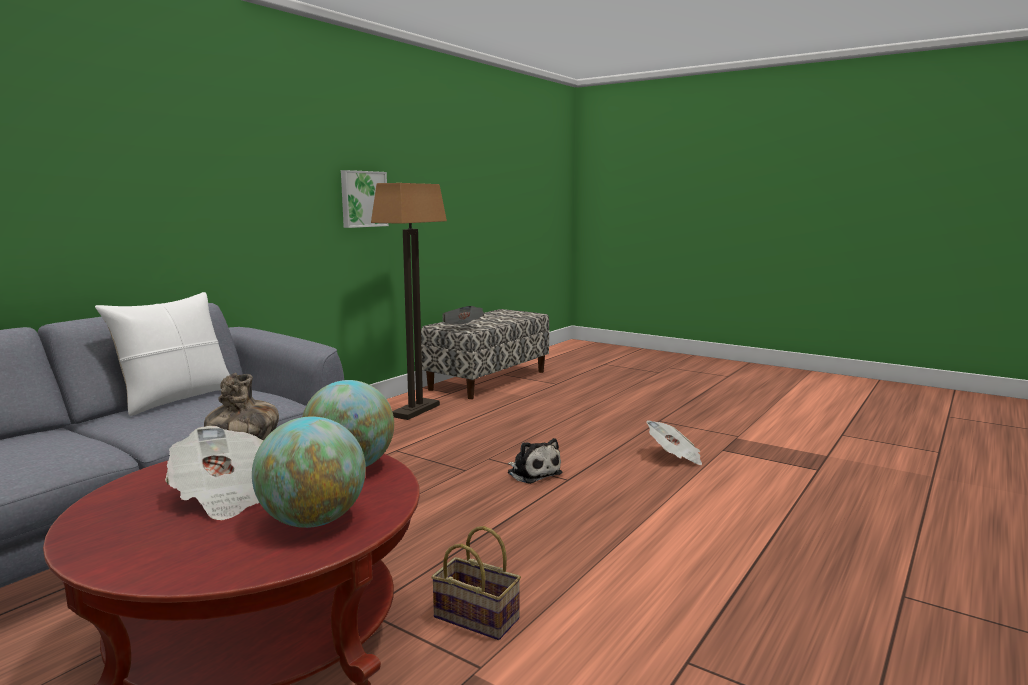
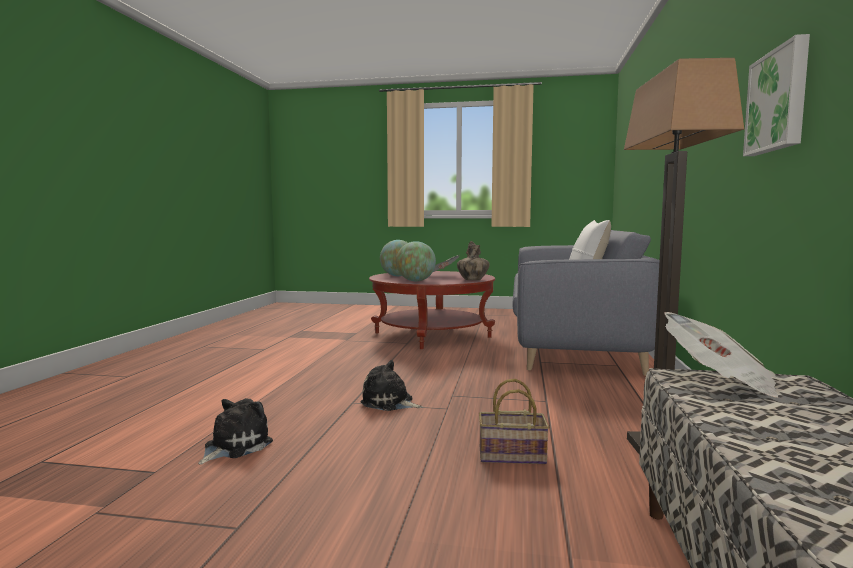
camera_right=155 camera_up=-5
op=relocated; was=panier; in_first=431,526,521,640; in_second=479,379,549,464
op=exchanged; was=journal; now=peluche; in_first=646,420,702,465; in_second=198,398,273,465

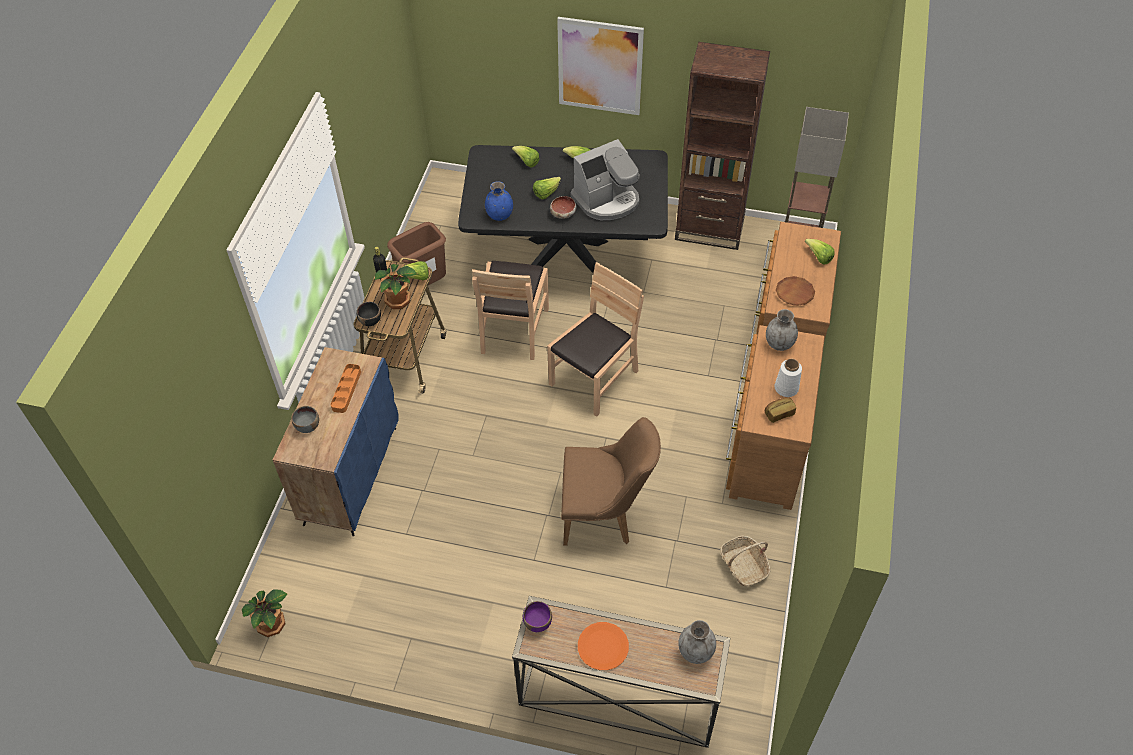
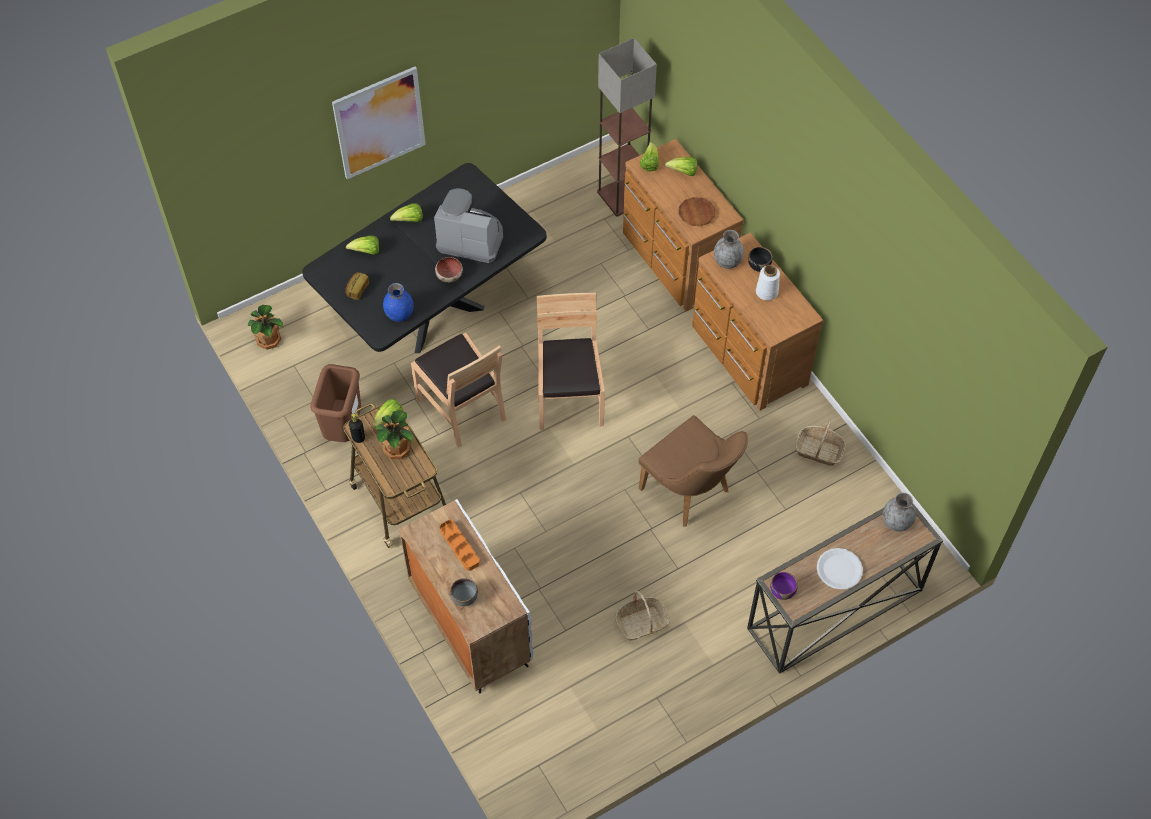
camera_right=-45 camera_up=5
op=missing; was=bibliothèque [marron]; in_first=675,42,770,250
op=appeared; now=panier; in_second=615,591,670,640
op=relocated; was=plante en pot; in_first=242,589,287,637; in_second=248,305,284,350
op=relocated; was=bol [noir]; in_first=356,302,381,326; in_second=748,247,773,272
op=relocated; was=laitue; in_first=533,177,561,200; in_second=640,142,659,171
op=relocated; was=pain; in_first=765,397,796,423; in_second=345,272,369,300
op=colour; was=meuble de rangement [bleu]; now=meuble de rangement [blanc]; in_first=273,347,399,536; in_second=399,499,533,693
op=colour; was=assiette [orange]; now=assiette [blanc]; in_first=578,622,629,670; in_second=817,548,863,590
op=spun; was=chaise [marron]; in_first=561,417,661,546; in_second=639,415,748,527; clockwise=90
op=spun; was=machine à café; in_first=571,139,640,220; in_second=434,188,503,263; clockwise=-90

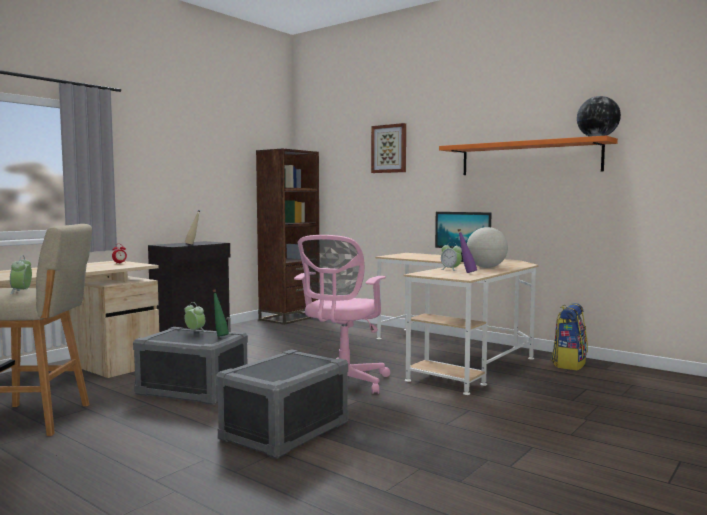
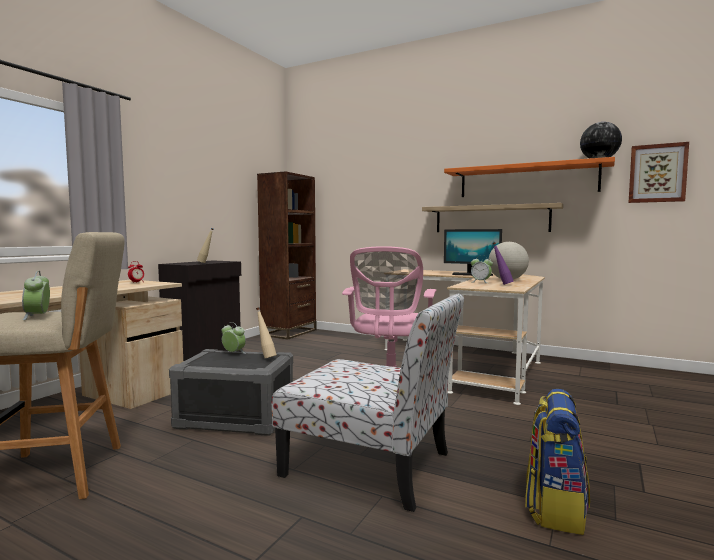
camera_right=-10 camera_up=0
op=appeared; now=étagère; in_second=422,203,563,232
op=relocated; was=tableau; in_first=371,123,406,173; in_second=629,142,689,203
op=relocated; was=sac à dos; in_first=551,303,588,371; in_second=525,389,590,535
op=exchanged; was=boîte de rangement [gris]; now=chaise; in_first=216,349,348,459; in_second=272,294,464,512
op=colour; was=bouteille [vert]; now=bouteille [beige]; in_first=213,289,229,337; in_second=256,307,277,359

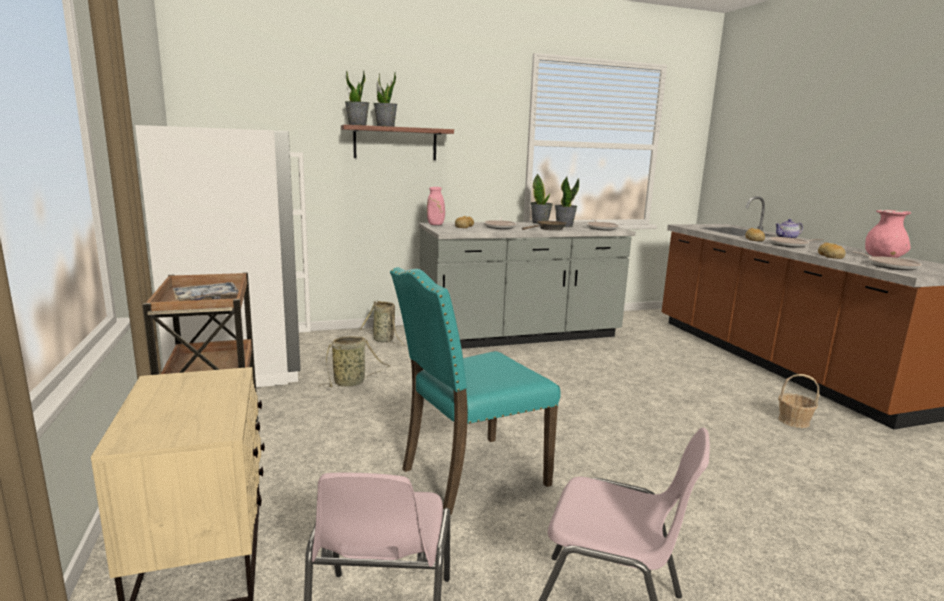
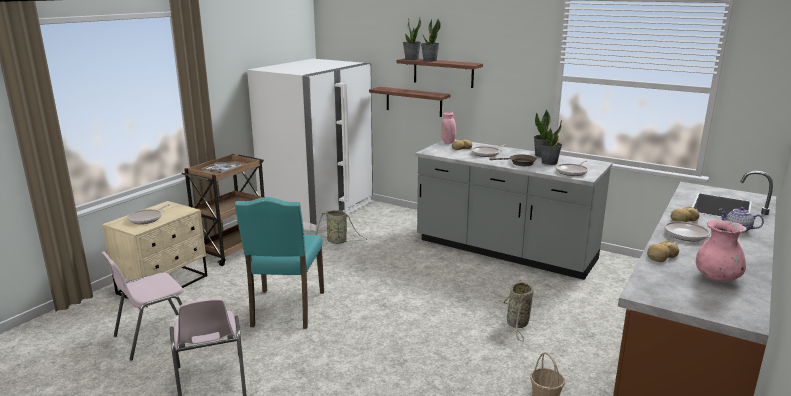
camera_right=50 camera_up=5
op=appeared; now=étagère; in_second=369,87,450,117
op=relocated; was=panier; in_first=360,301,406,346; in_second=503,280,533,342
op=relocated; was=poêle; in_first=852,251,922,270; in_second=127,204,171,224
op=spun; was=chaise [turquoise]; in_first=390,267,561,515; in_second=235,197,324,329; clockwise=-105

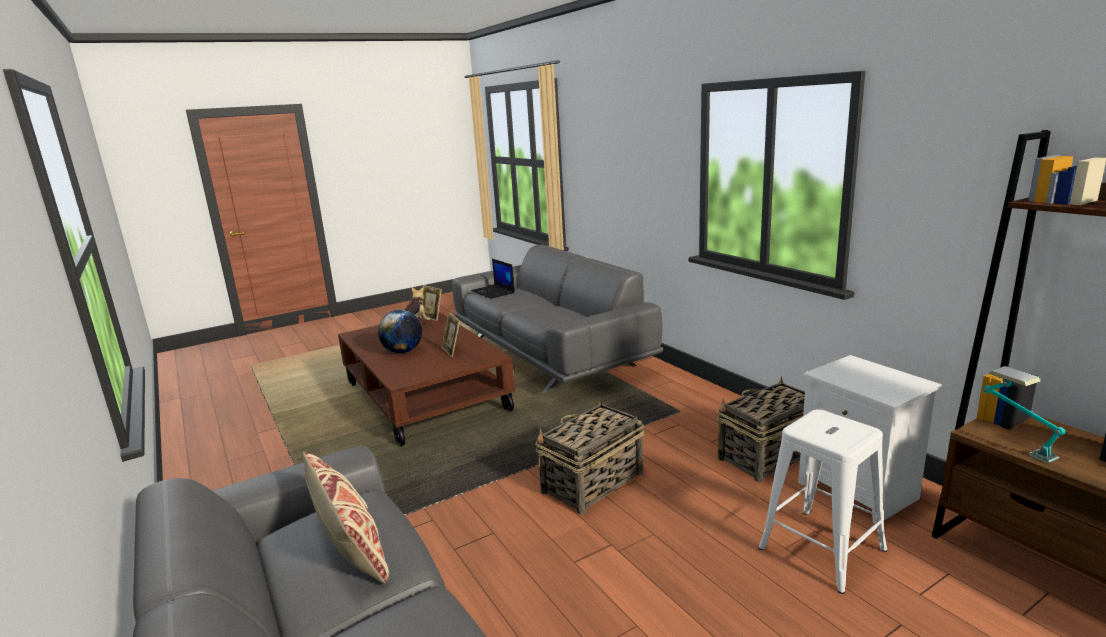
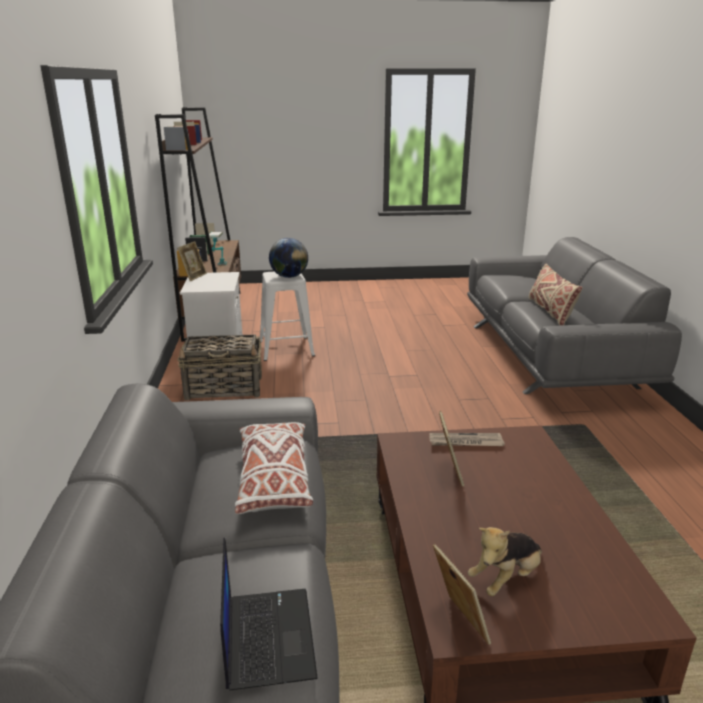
camera_right=-155 camera_up=5
op=missing; was=panier; in_first=535,398,644,515
op=appeared; now=cadre photo; in_second=177,241,207,281
op=appeared; now=coussin [blanc]; in_second=235,422,313,514
op=appeared; now=journal; in_second=429,433,505,446
op=relocated; was=globe; in_first=378,310,422,353; in_second=269,238,308,278

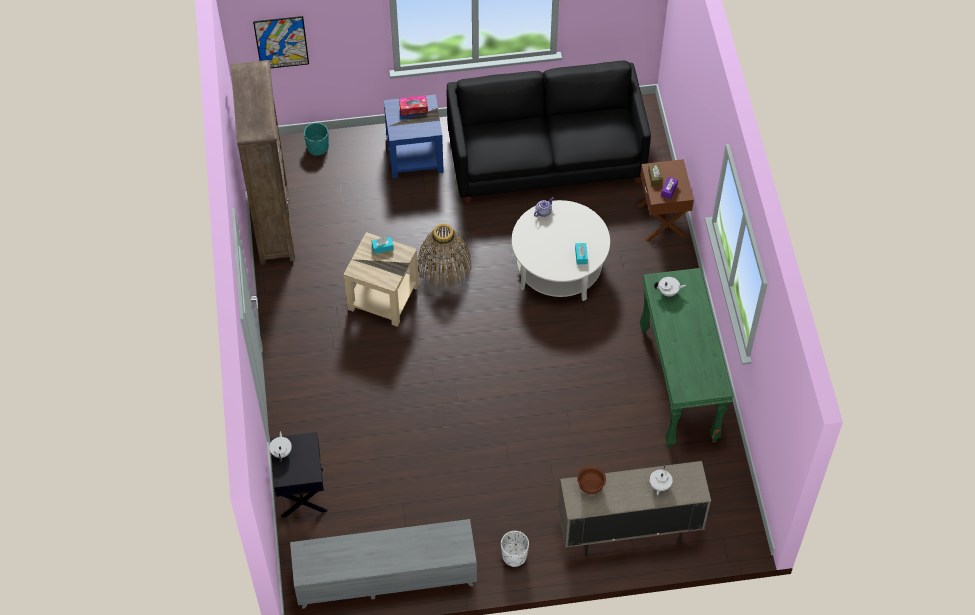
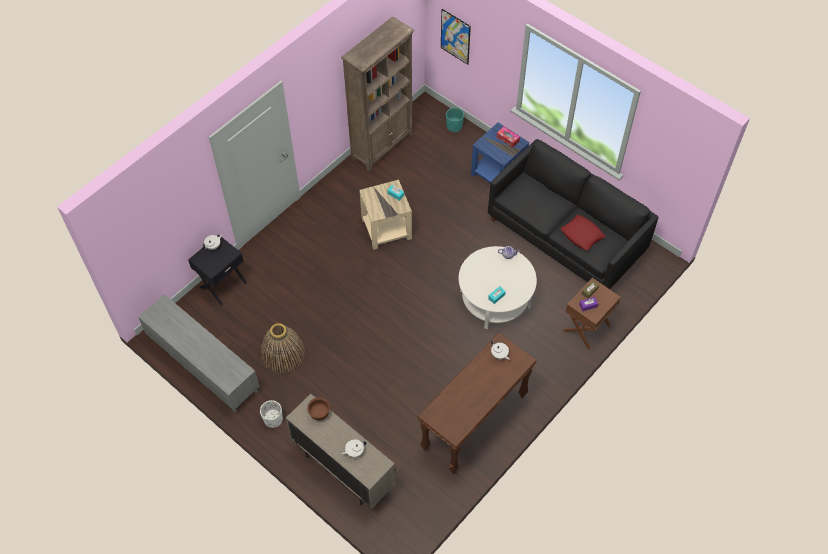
camera_right=50 camera_up=0
op=appeared; now=coussin [rouge]; in_second=561,215,605,251
op=relocated; was=panier; in_first=417,224,472,288; in_second=261,323,305,373
op=colour; was=table console [vert]; now=table console [marron]; in_first=640,268,733,448; in_second=418,332,537,474

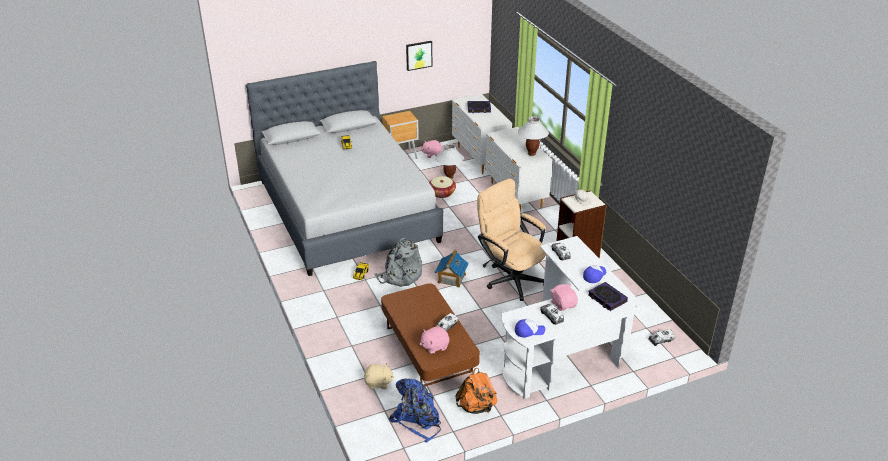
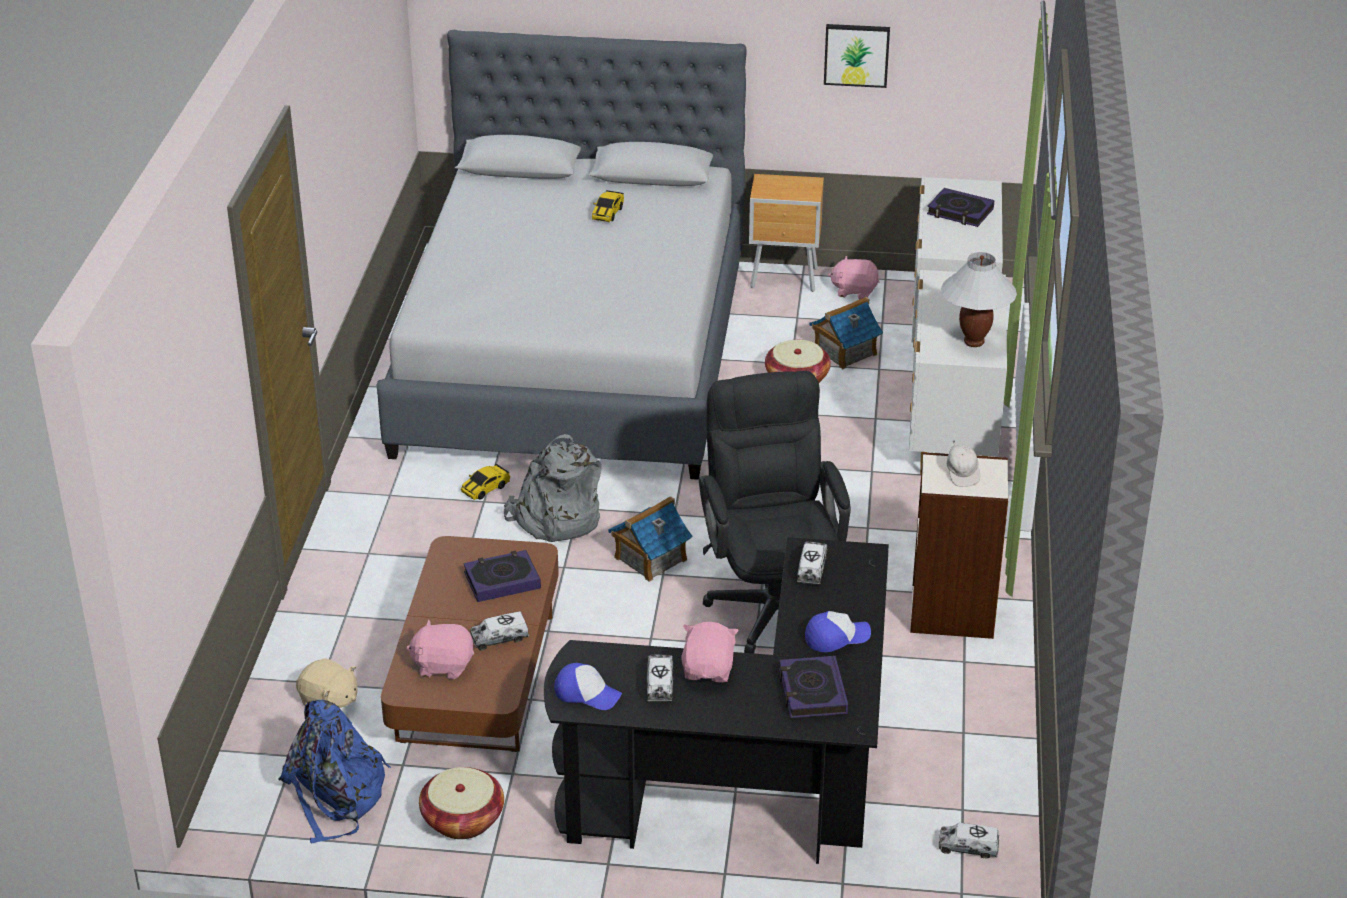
camera_right=30 camera_up=0
op=appeared; now=livre; in_second=463,550,541,602
op=exchanged; was=lampe de table [blanc]; now=maison miniature; in_first=436,143,464,179; in_second=809,297,883,369
op=exchanged; was=sac à dos [orange]; now=panier; in_first=456,368,498,414; in_second=419,767,504,839
op=colour; was=chaise de bureau [beige]; now=chaise de bureau [noir]; in_first=477,178,546,301; in_second=699,371,851,653
op=colour; was=bureau [blanc]; now=bureau [noir]; in_first=501,236,648,399; in_second=544,537,889,864

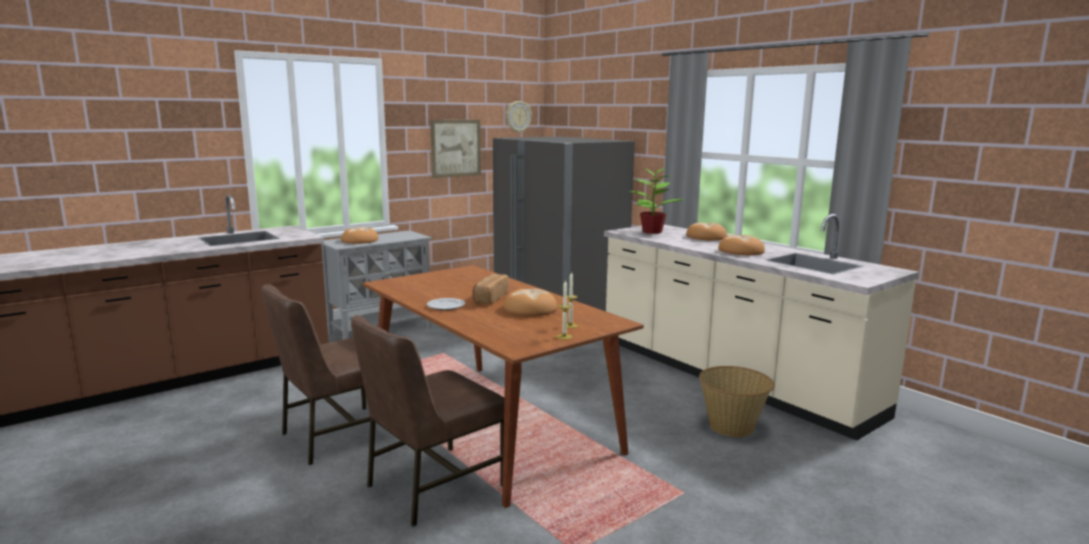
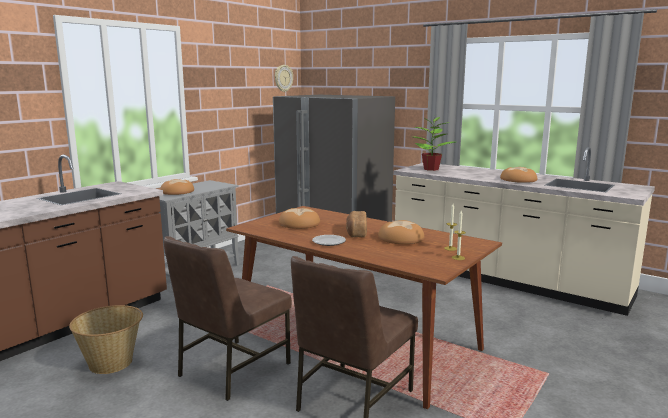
camera_right=-15 camera_up=0
op=missing; was=tableau; in_first=430,120,481,178
op=relocated; was=pain; in_first=686,222,727,240; in_second=279,208,320,229
op=relocated; was=panier; in_first=699,366,775,437; in_second=69,305,143,374

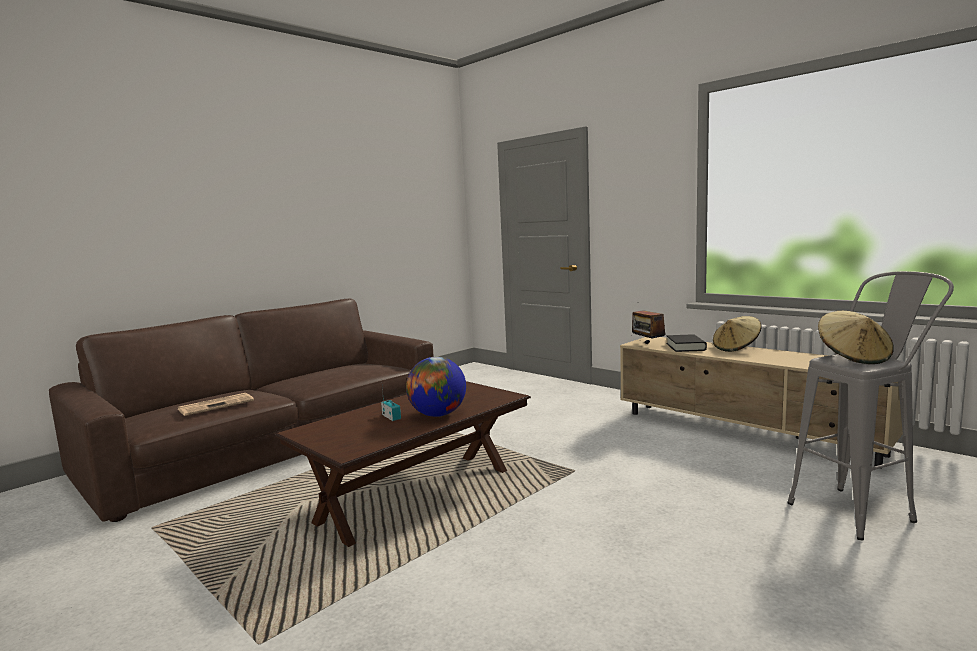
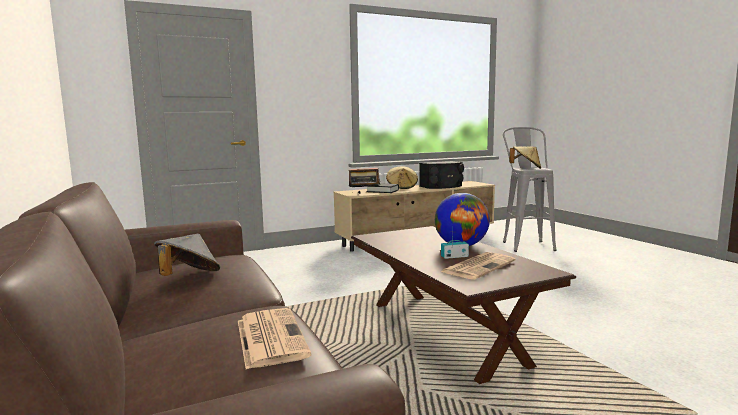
camera_right=-70 camera_up=0
op=appeared; now=chapeau [gris]; in_second=154,234,220,276
op=appeared; now=enceinte [noir]; in_second=419,161,464,189
op=appeared; now=journal; in_second=441,252,516,279

